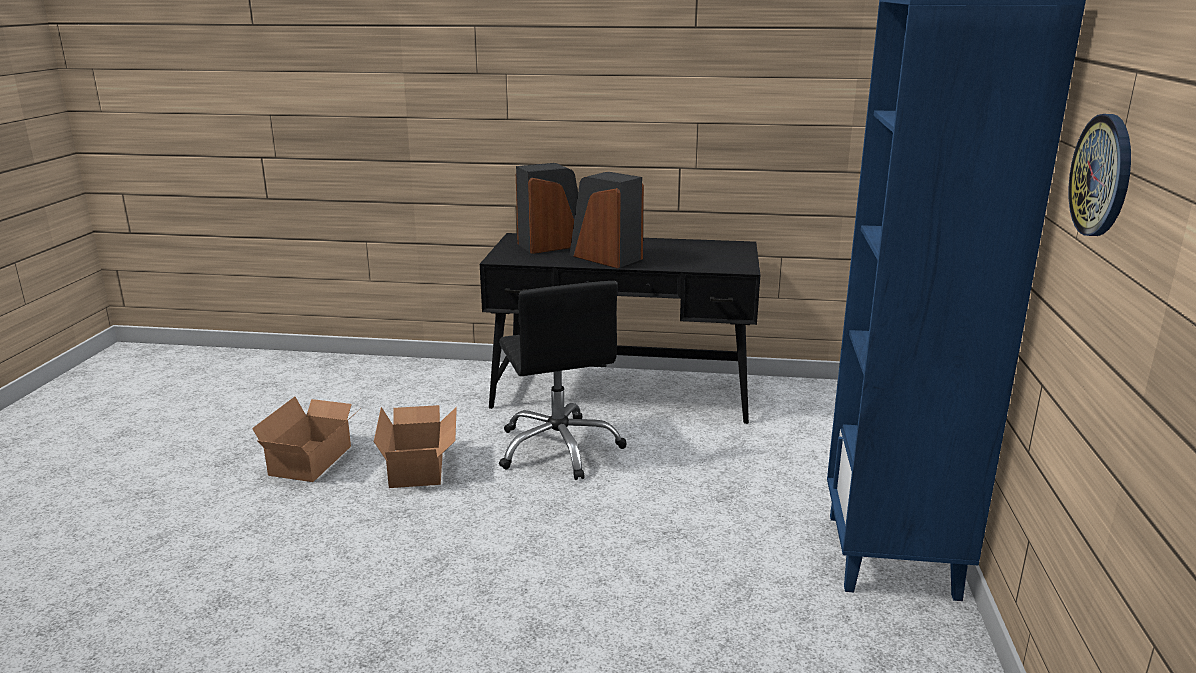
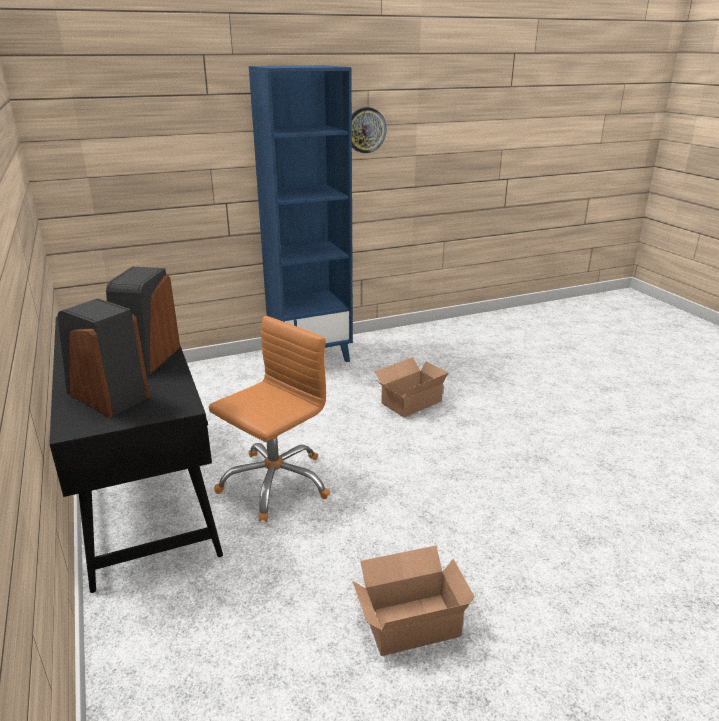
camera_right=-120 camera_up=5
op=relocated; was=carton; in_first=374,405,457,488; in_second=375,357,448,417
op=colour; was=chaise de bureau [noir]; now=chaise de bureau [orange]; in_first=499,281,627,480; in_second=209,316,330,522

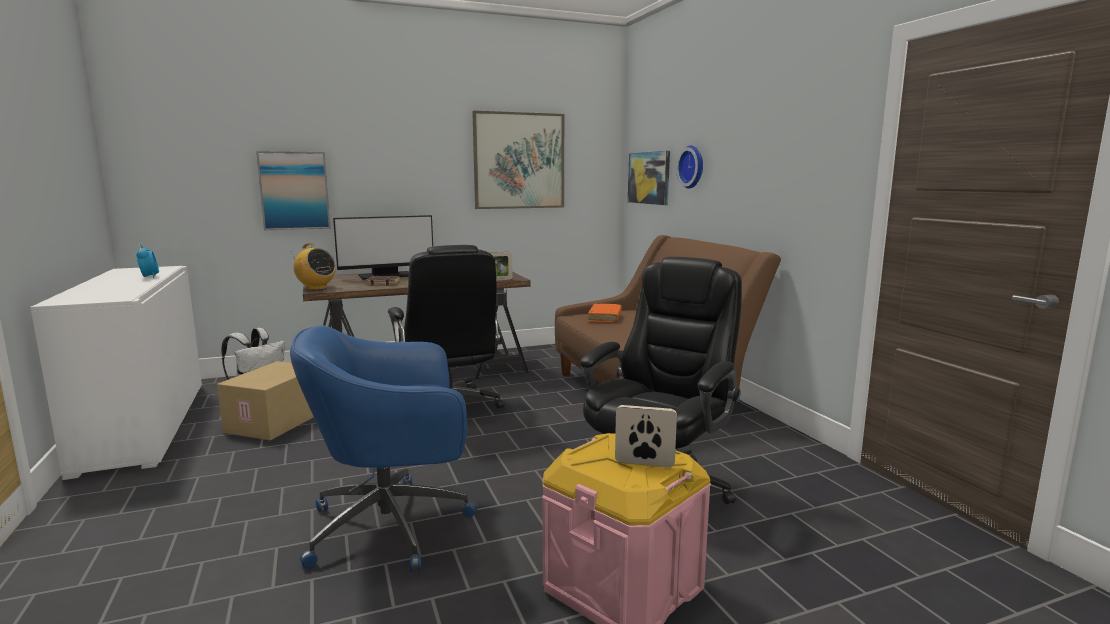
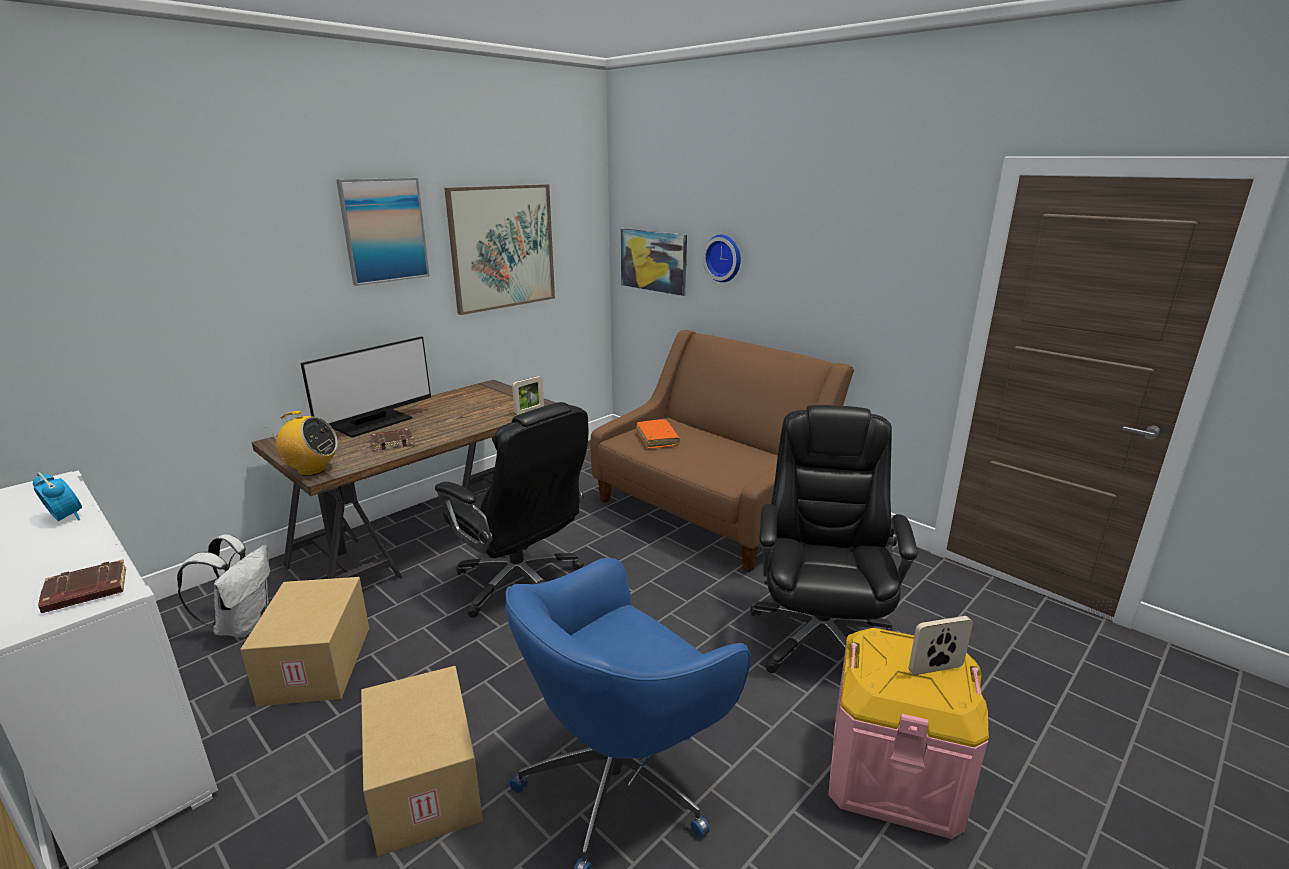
camera_right=-25 camera_up=10
op=appeared; now=livre [marron]; in_second=38,559,126,613
op=appeared; now=carton; in_second=361,666,483,856
op=relocated; was=tableau; in_first=256,151,331,230; in_second=336,178,430,286

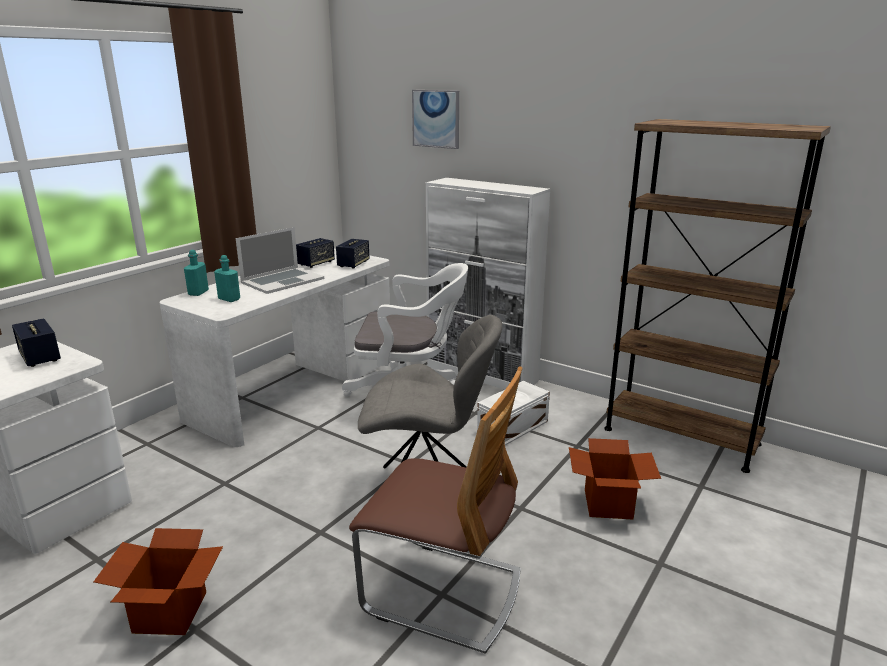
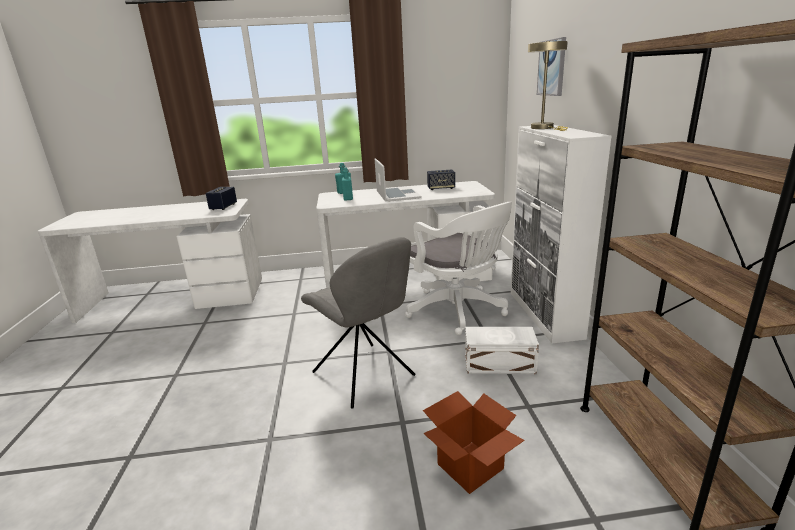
camera_right=50 camera_up=0
op=missing; was=carton; in_first=94,528,223,635
op=missing; was=enceinte; in_first=336,239,370,269
op=missing; was=chaise; in_first=349,366,522,654
op=appeared; now=lampe de table [beige]; in_second=528,41,568,131
op=spun; was=ordinateur portable; in_first=236,227,324,294; in_second=375,158,422,202; clockwise=-105

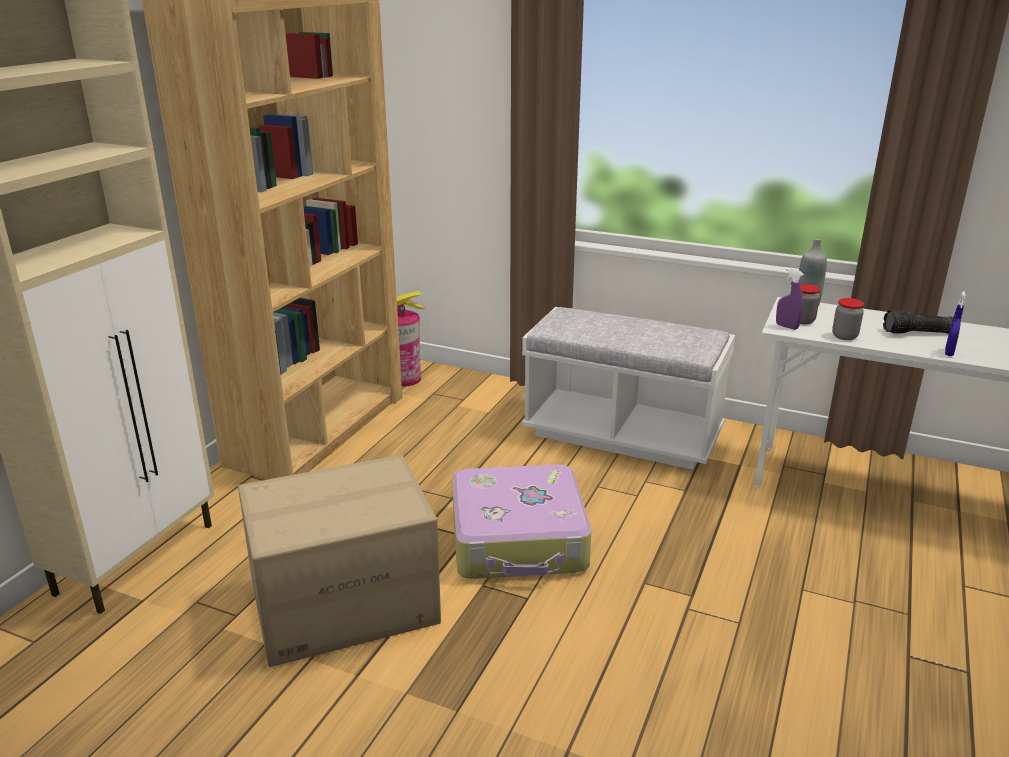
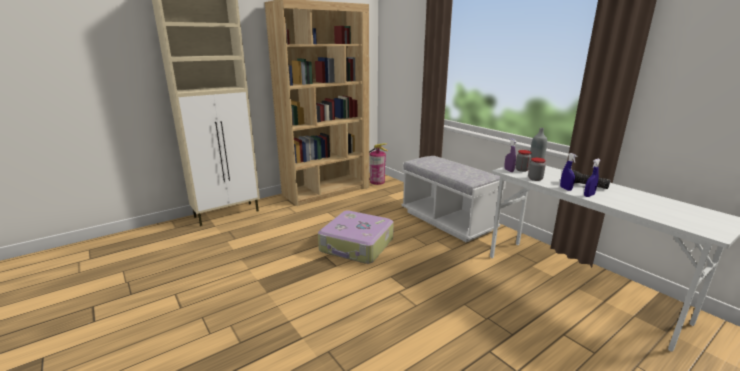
camera_right=30 camera_up=-5
op=missing; was=carton; in_first=238,455,441,667
op=appeared; now=vaporisateur [bleu]; in_second=560,153,577,191

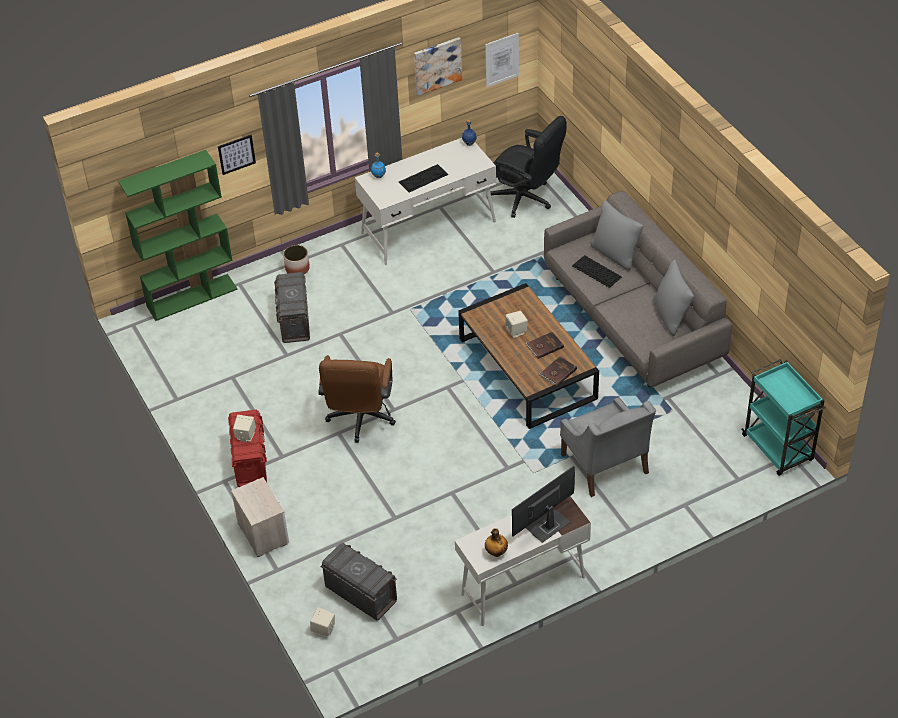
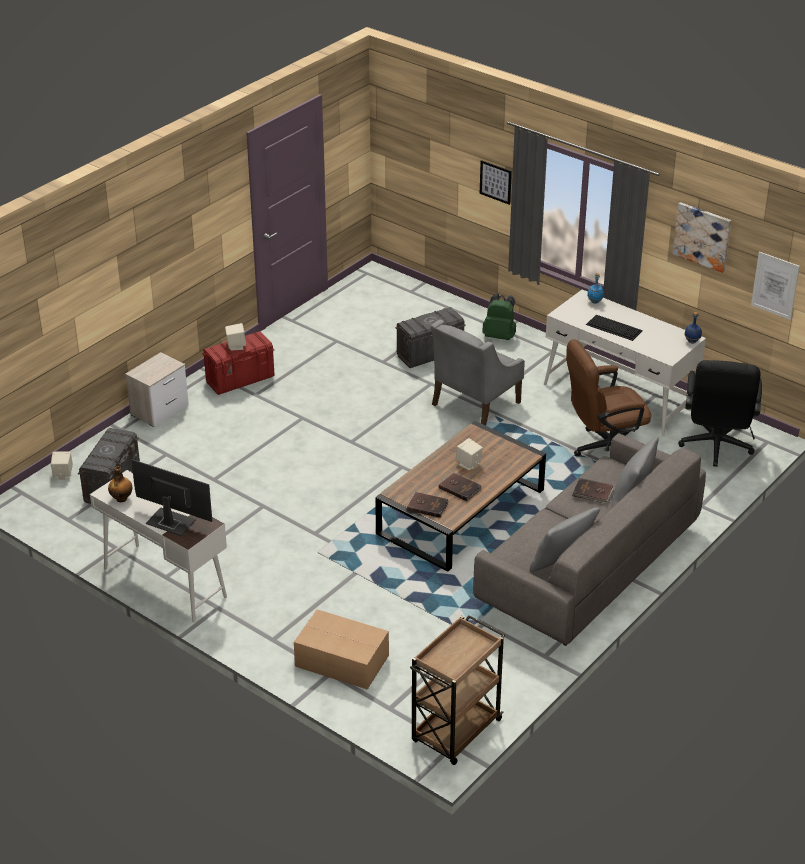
camera_right=65 camera_up=-10
op=missing; was=bibliothèque [vert]; in_first=118,150,238,321
op=appeared; now=carton; in_second=294,609,389,690
op=relocated; was=chaise de bureau [marron]; in_first=318,355,396,443; in_second=566,339,651,456
op=relocated; was=fauteuil [gris]; in_first=560,397,656,497; in_second=431,319,525,426
op=exchanged; was=cache-pot; now=sac à dos [vert]; in_first=283,245,310,274; in_second=482,293,516,340
op=exchanged; was=clavier; now=livre [marron]; in_first=572,255,622,288; in_second=572,478,614,504
op=colour; was=chariot [turquoise]; now=chariot [marron]; in_first=741,359,826,476; in_second=410,615,505,765

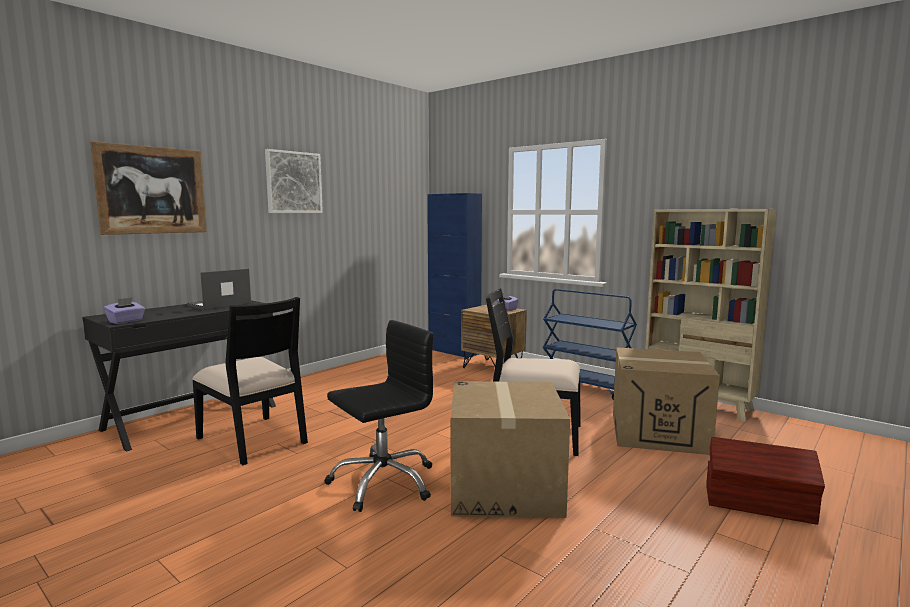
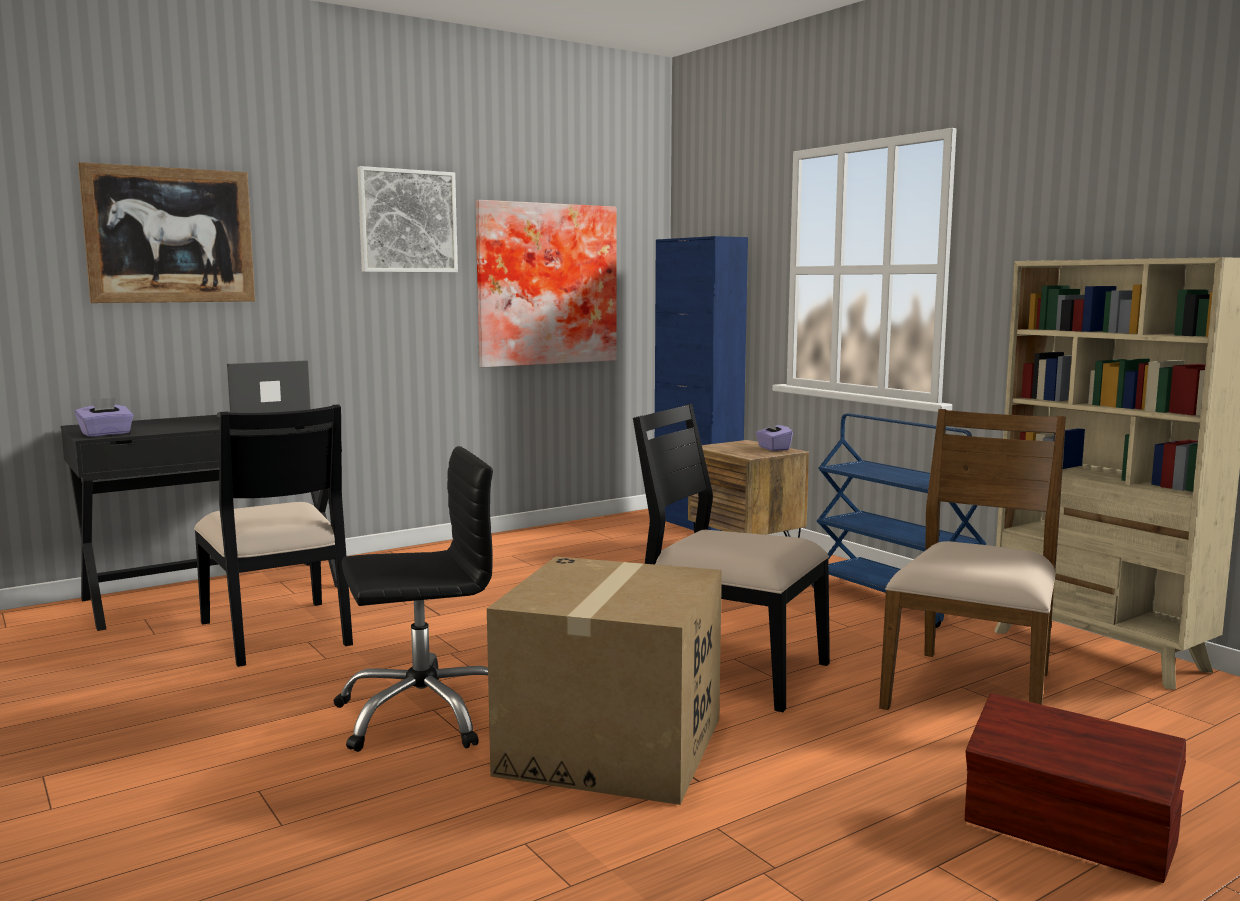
camera_right=15 camera_up=0
op=appeared; now=tableau; in_second=475,200,617,368
op=exchanged; was=carton; now=chaise [marron]; in_first=613,347,720,455; in_second=879,409,1066,710

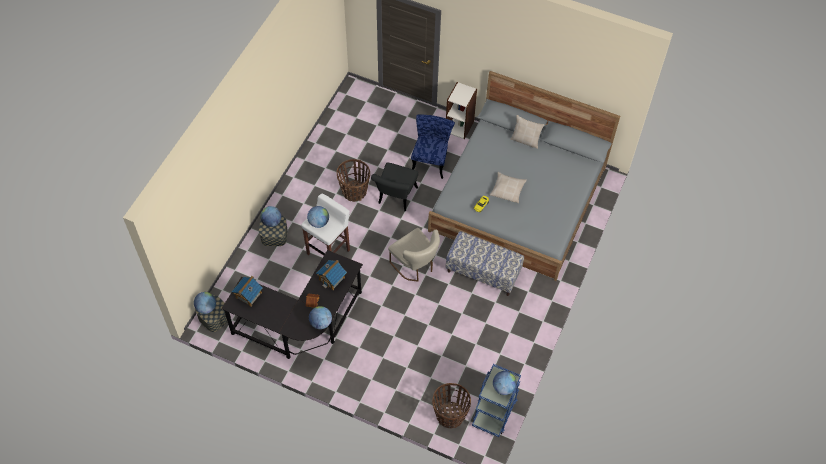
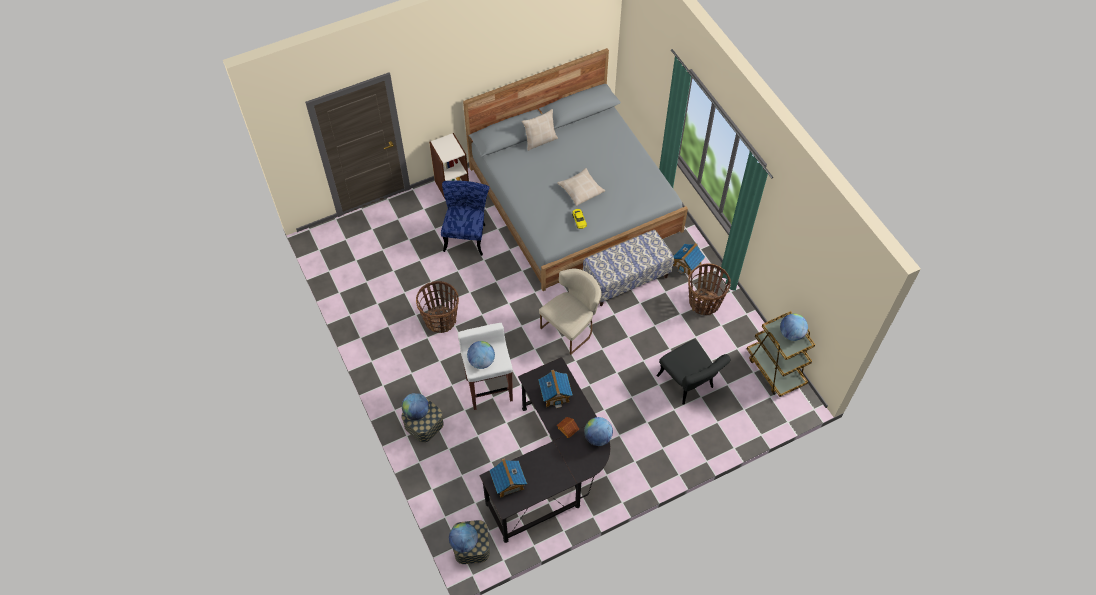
camera_right=-50 camera_up=0
op=appeared; now=maison miniature; in_second=673,243,705,276
op=relocated; was=chaise [noir]; in_first=371,163,418,211; in_second=656,339,730,405
op=relocated; was=panier; in_first=432,383,471,429; in_second=688,264,731,315
op=colour; was=chariot [bleu]; now=chariot [marron]; in_first=472,364,521,437; in_second=747,311,815,397
op=spun; was=chaise [beige]; in_first=388,228,440,282; in_second=539,269,601,355; clockwise=-45
op=spun; was=chaise [bleu]; in_first=411,114,455,179; in_second=441,181,490,256; clockwise=45

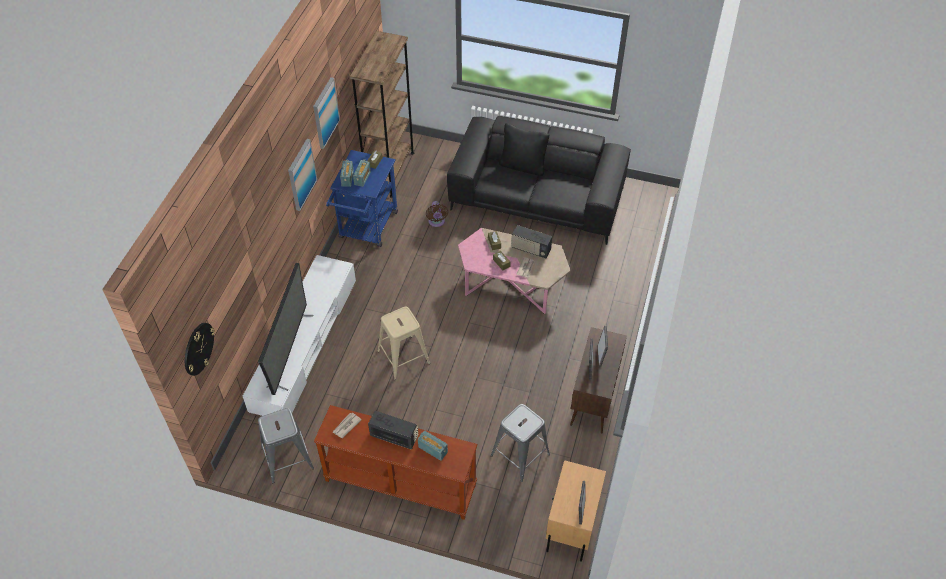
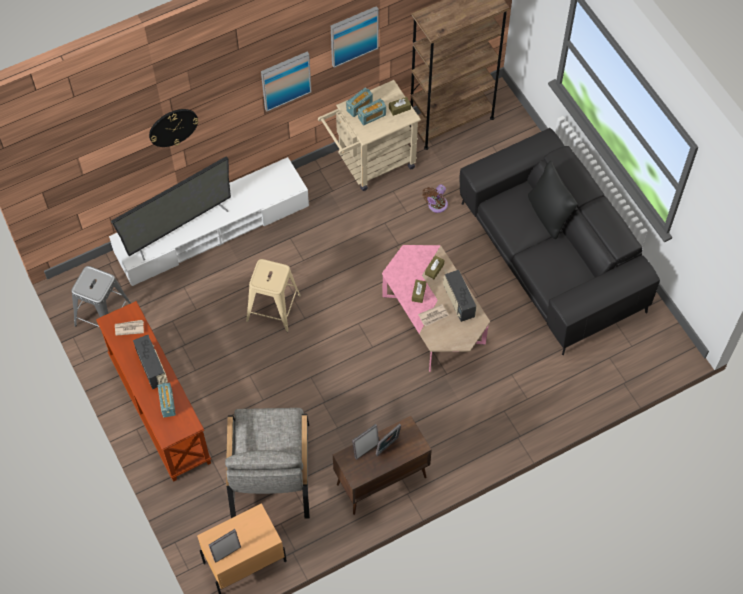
camera_right=45 camera_up=10
op=relocated; was=horloge murale; in_first=185,323,215,376; in_second=149,109,198,147
op=exchanged; was=tabouret [gris]; now=fauteuil [gris]; in_first=491,404,550,482; in_second=225,408,310,518
op=colour; was=chariot [bleu]; now=chariot [beige]; in_first=326,150,398,247; in_second=318,80,421,191

